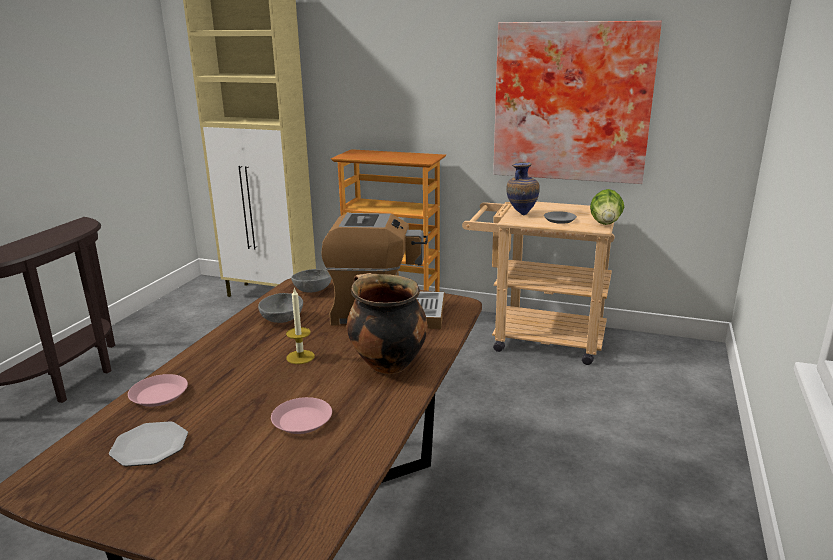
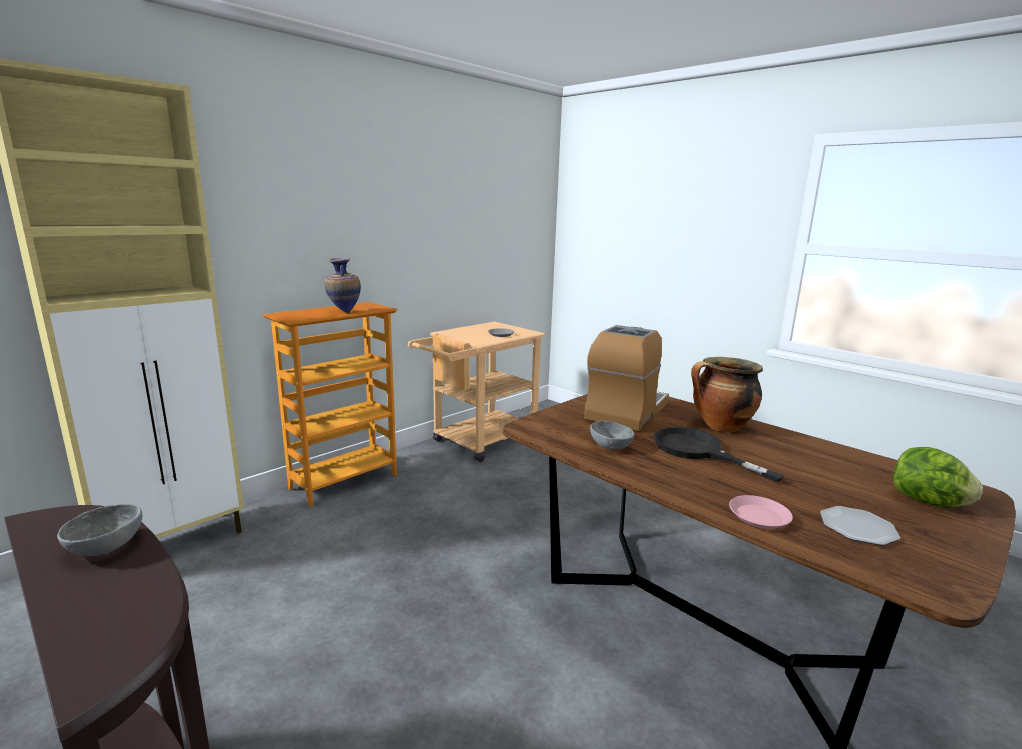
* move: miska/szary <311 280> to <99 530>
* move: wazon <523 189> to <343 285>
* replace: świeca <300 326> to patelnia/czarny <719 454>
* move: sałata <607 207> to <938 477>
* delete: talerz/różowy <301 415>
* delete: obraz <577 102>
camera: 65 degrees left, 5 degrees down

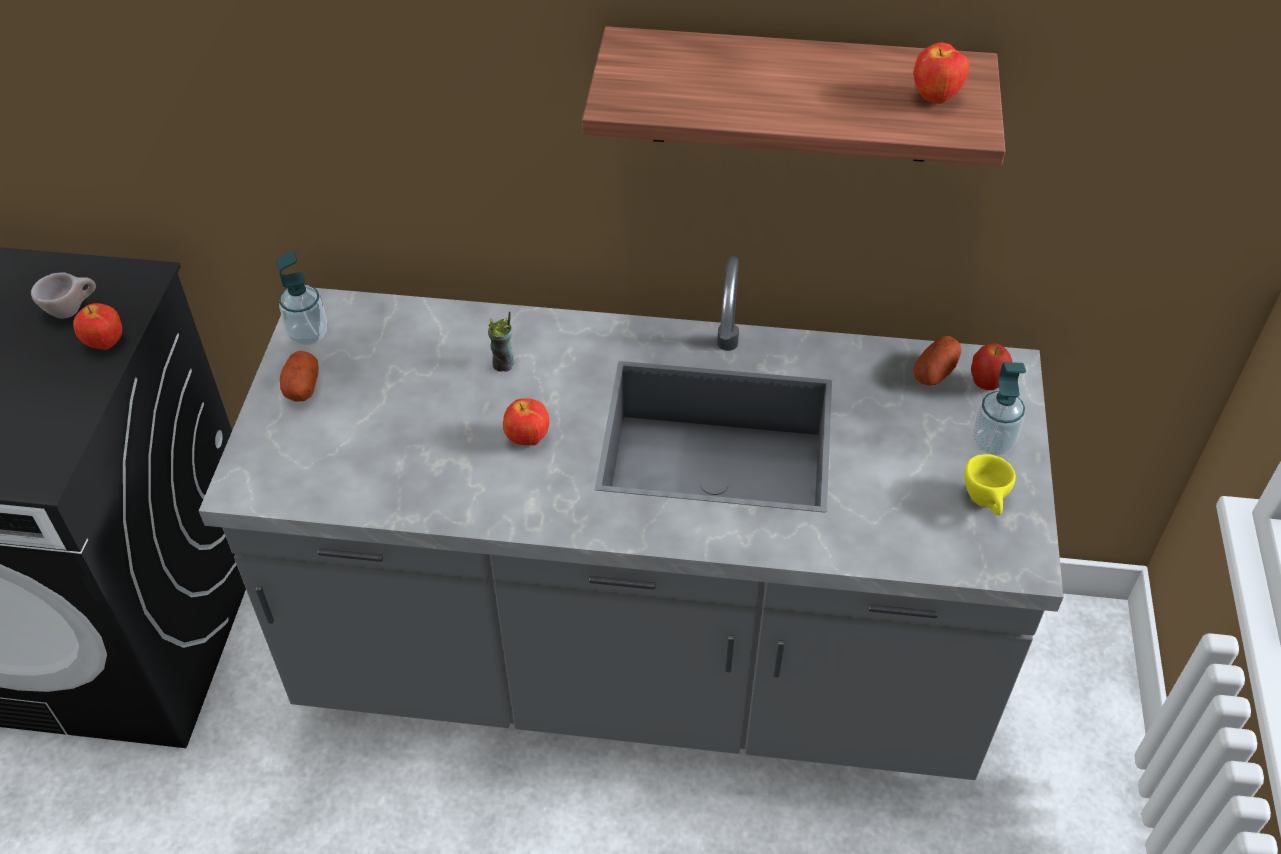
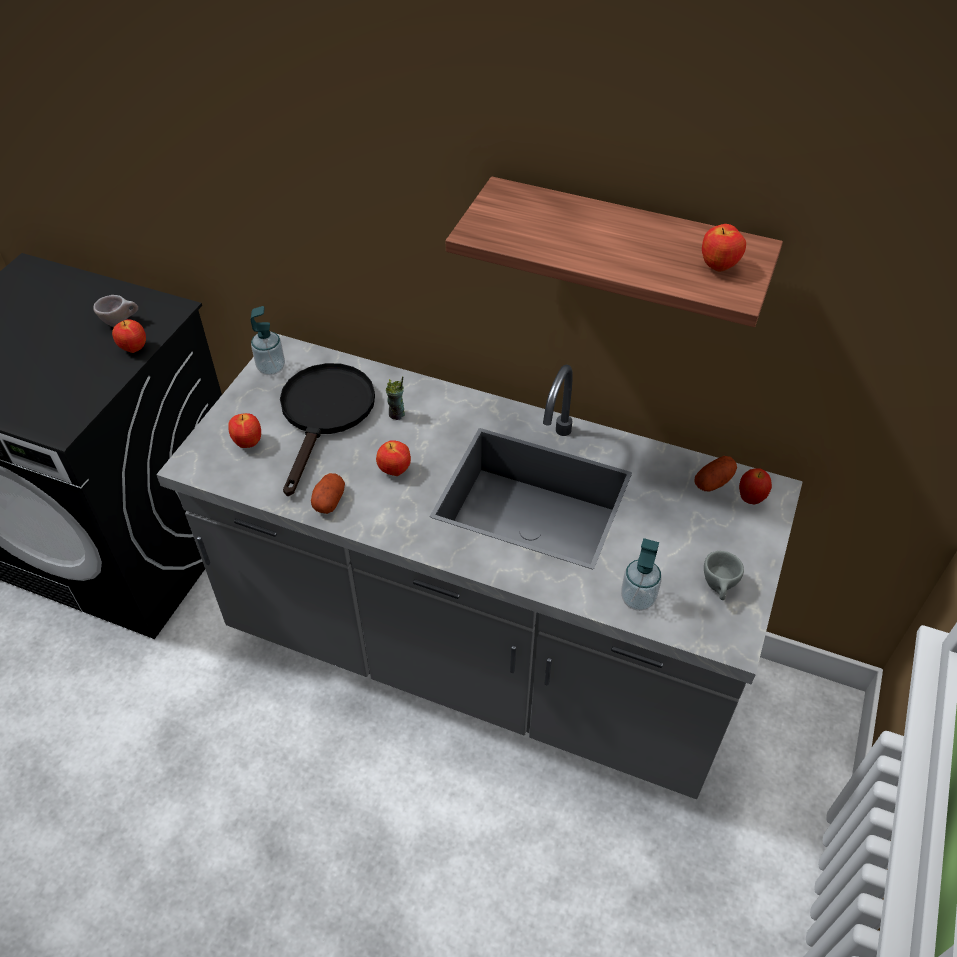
* insert: jabłko <244 430>
* insert: patelnia/czarny <327 429>
* move: ziemniak <299 376> to <328 493>
* move: dozownik mydła <999 408> to <641 574>
* recolor: filiżanka/żółty <990 484> to filiżanka/szary <724 575>
camera: 15 degrees right, 0 degrees up

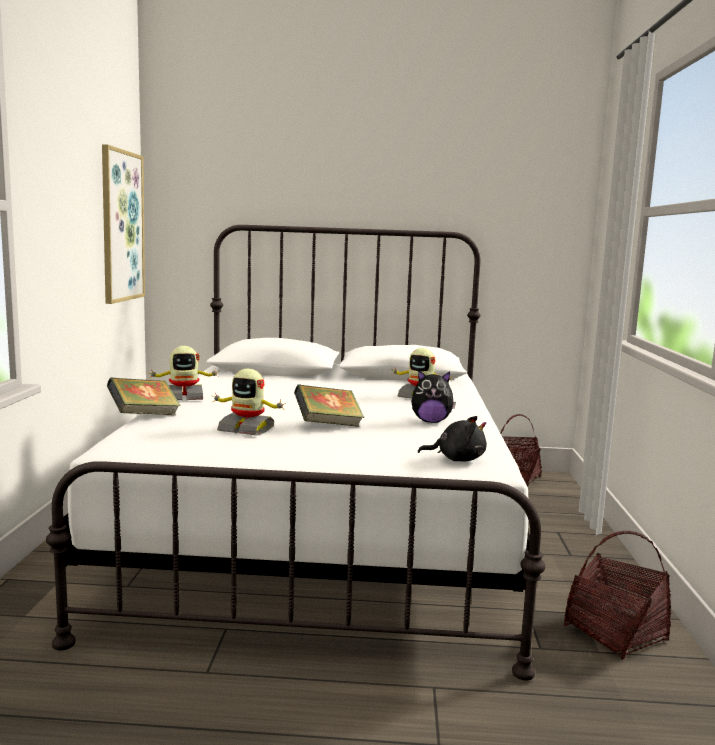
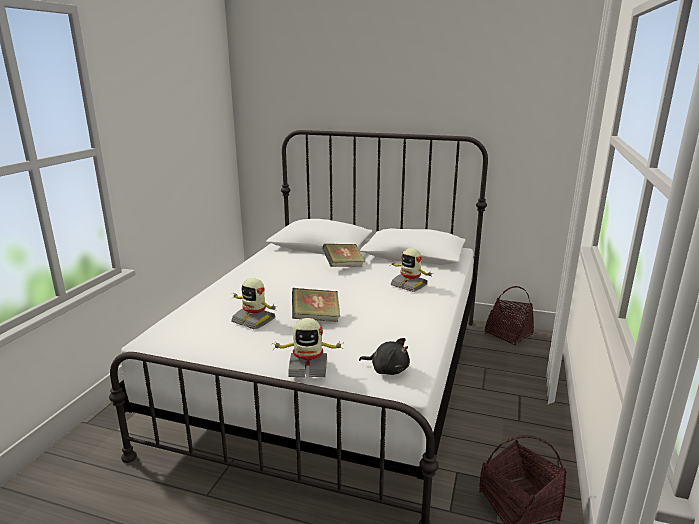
* move: robot zabawkowy <184 373> to <308 347>
* move: książka <144 396> to <343 255>
* delete: obraz <123 224>
* delete: pluszak <433 396>
camera: 15 degrees right, 10 degrees up

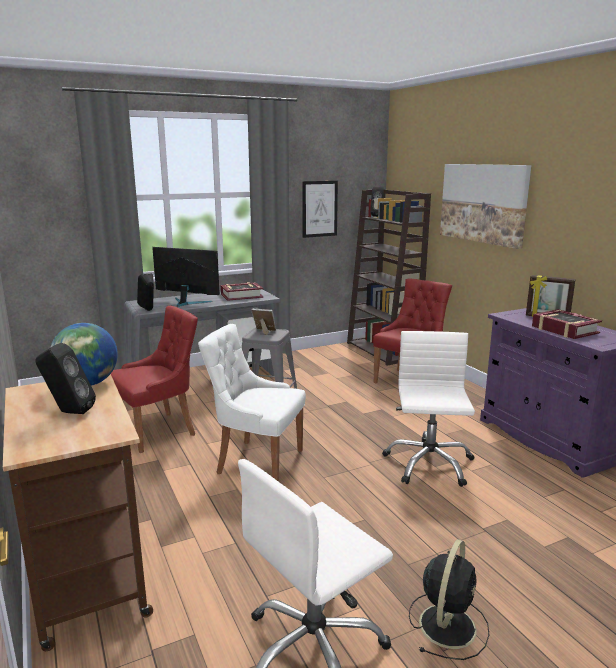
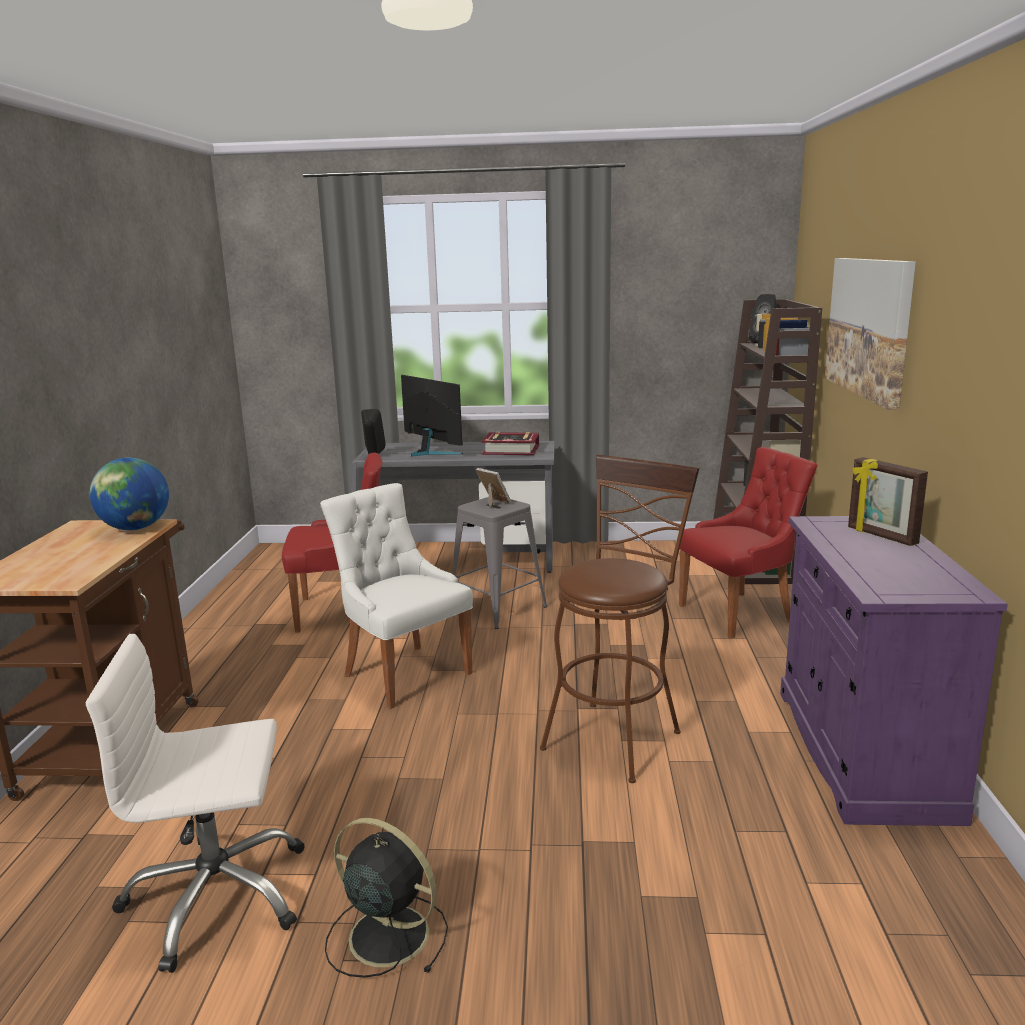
* rotate: wentylator/czarny <449 599> = <386 898> 120 degrees counterclockwise
* replace: krzesło biurowe/biały <428 409> to stołek/brązowy <619 619>
* delete: głośnik/czarny <65 378>
* delete: obraz <320 209>
* delete: książka <567 324>
camera: 30 degrees right, 0 degrees up

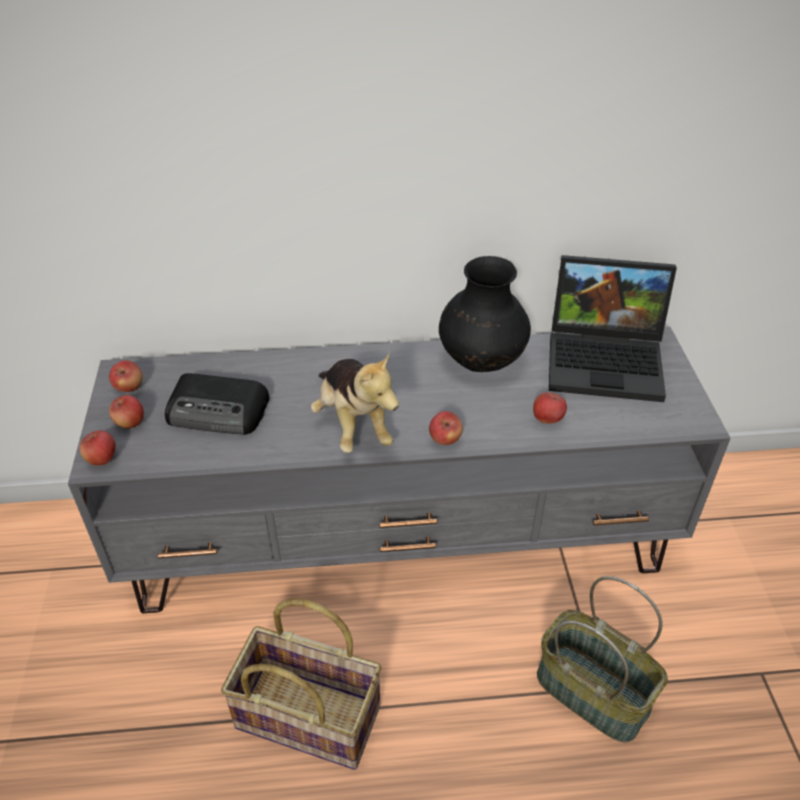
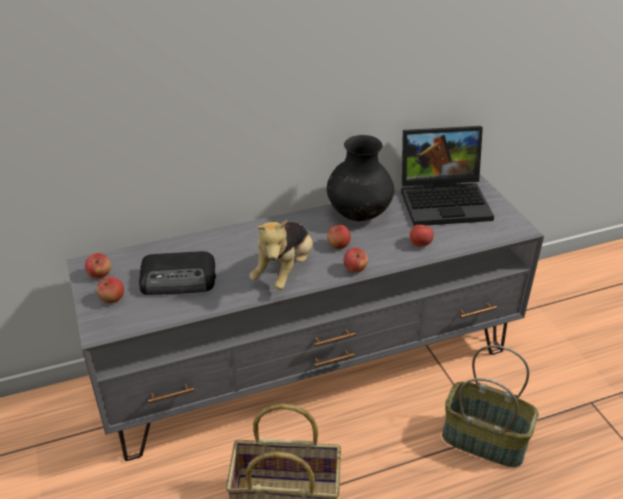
* rotate: pluszak <355 402> = <281 255> 60 degrees clockwise
* move: jabłko <98 447> to <339 237>
camera: 15 degrees left, 5 degrees down

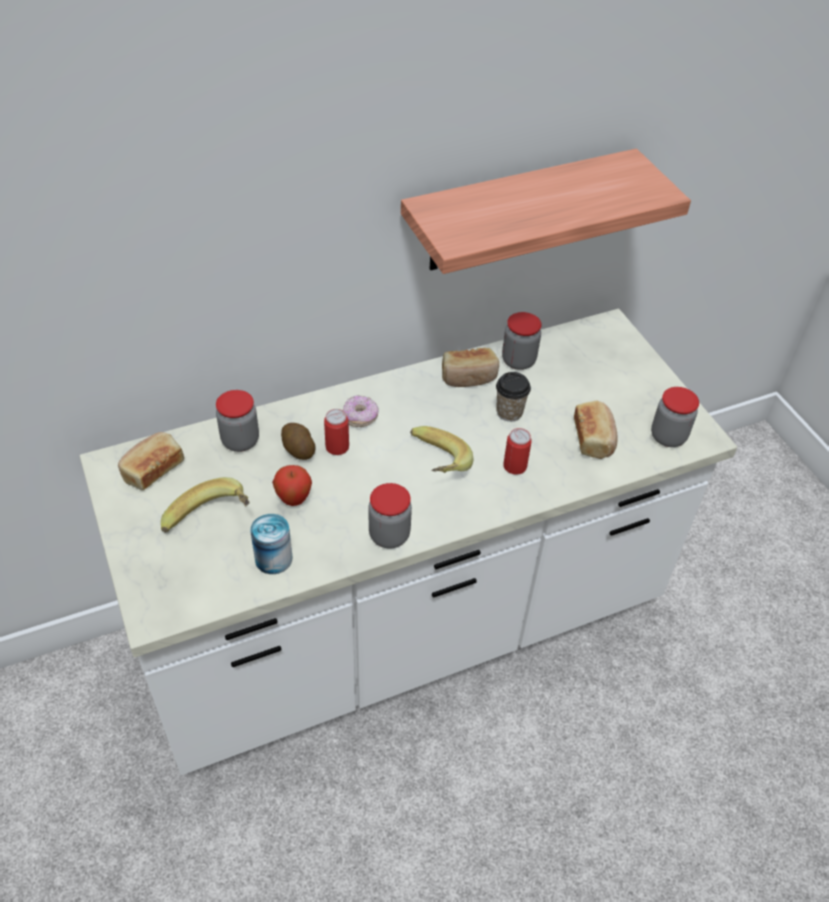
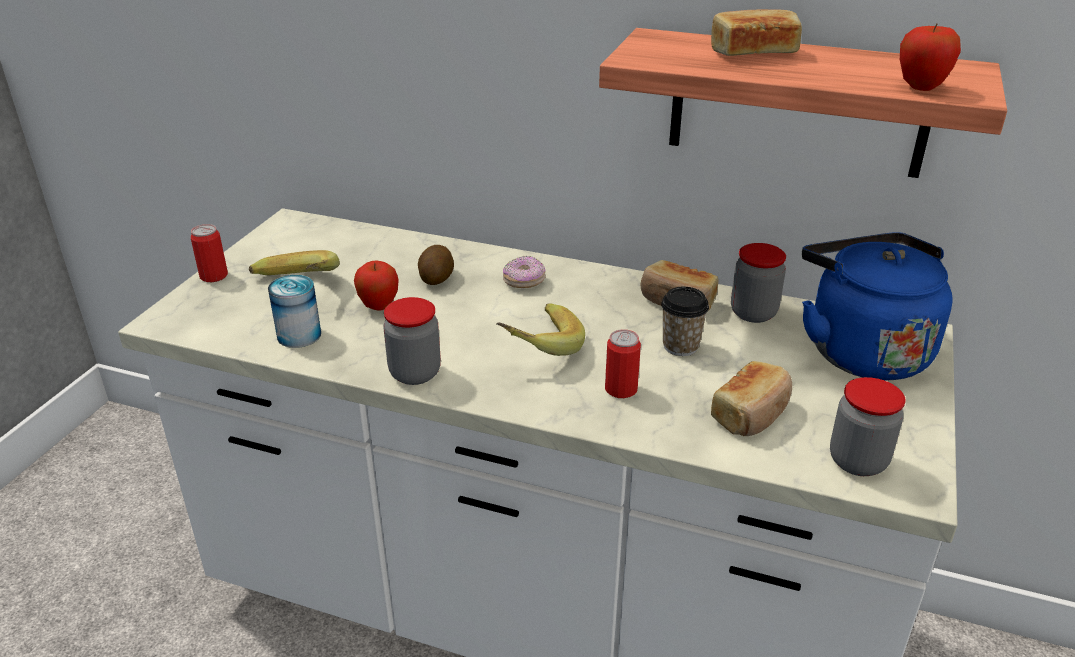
* move: puszka <336 432> to <209 253>
* move: chleb <151 461> to <756 32>
* insert: czajnik/niebieski <877 306>
* insert: jabłko <930 57>
* delete: słoik <237 421>
camera: 45 degrees right, 15 degrees down

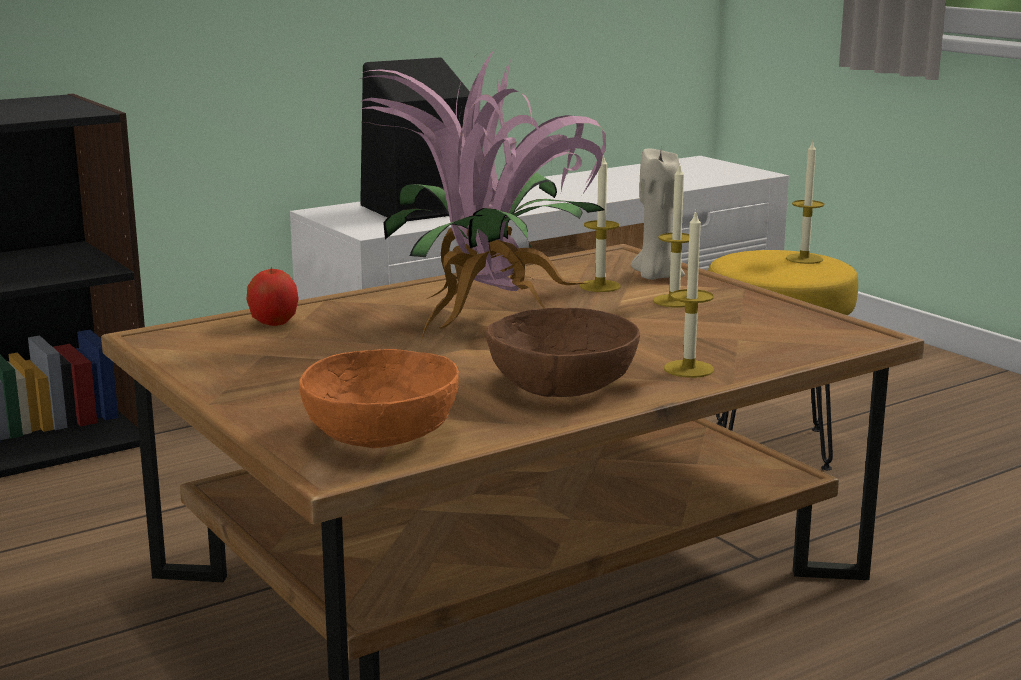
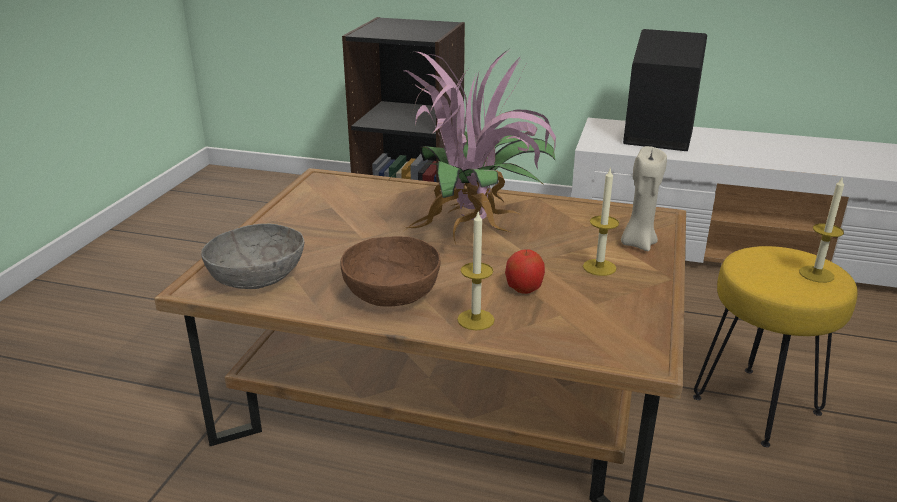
* recolor: miska/pomarańczowy <379 398> to miska/szary <252 256>
* move: jabłko <273 296> to <525 271>
* delete: świeca <600 223>
camera: 50 degrees right, 10 degrees up

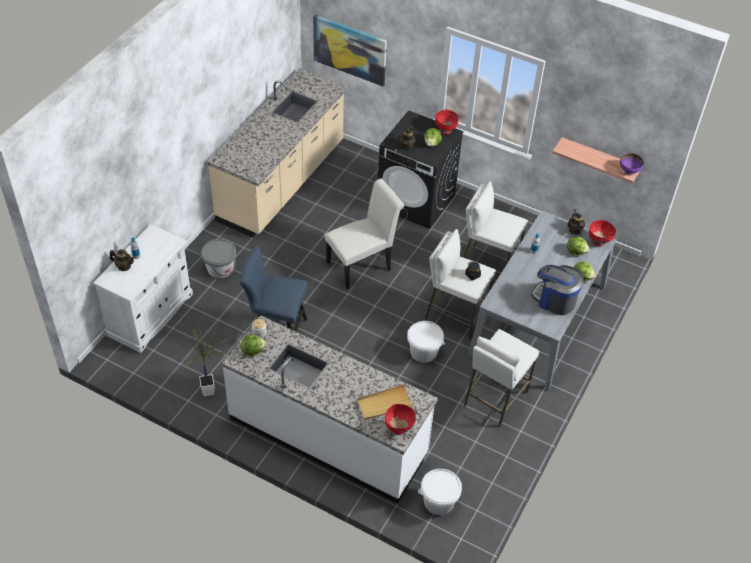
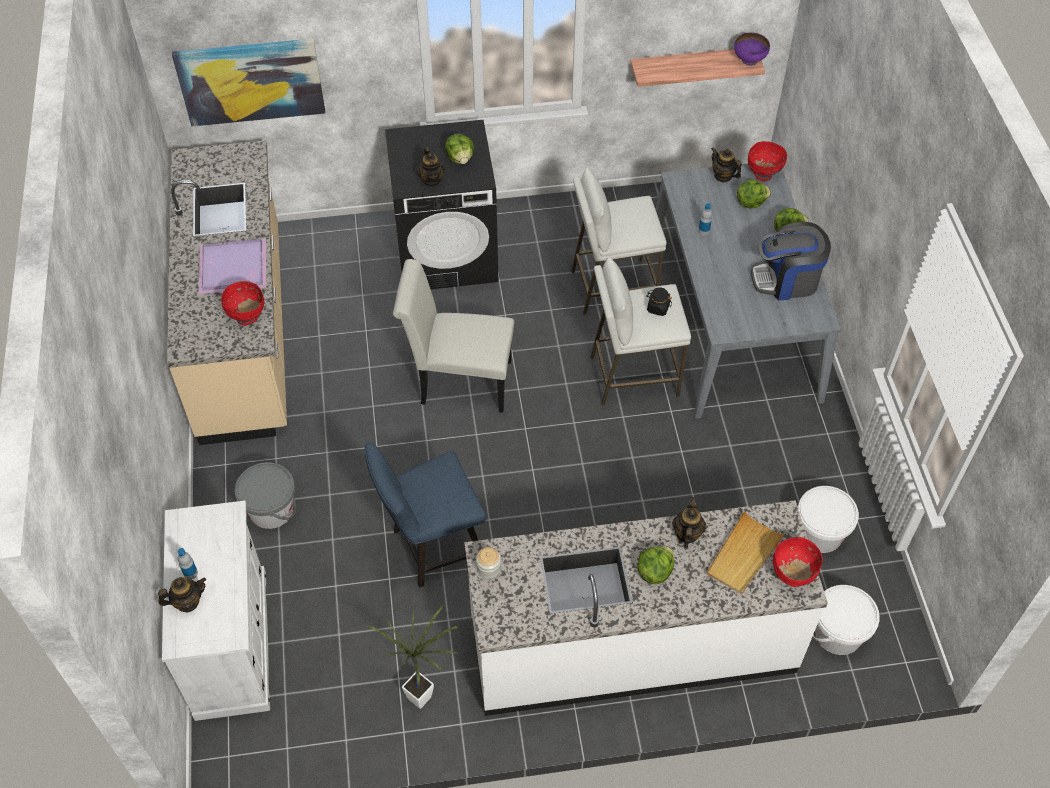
* insert: taca/fioletowy <233 266>
* move: miska/czerwony <447 122> to <243 303>
* rotate: krzesło/biały <365 234> = <453 336> 105 degrees counterclockwise
* move: sałata <254 345> to <655 565>
* insert: imbryk <689 522>
* move: wiadro/biały <426 342> to <828 519>
* delete: stołek/biały <501 378>
camera: 35 degrees left, 5 degrees up

